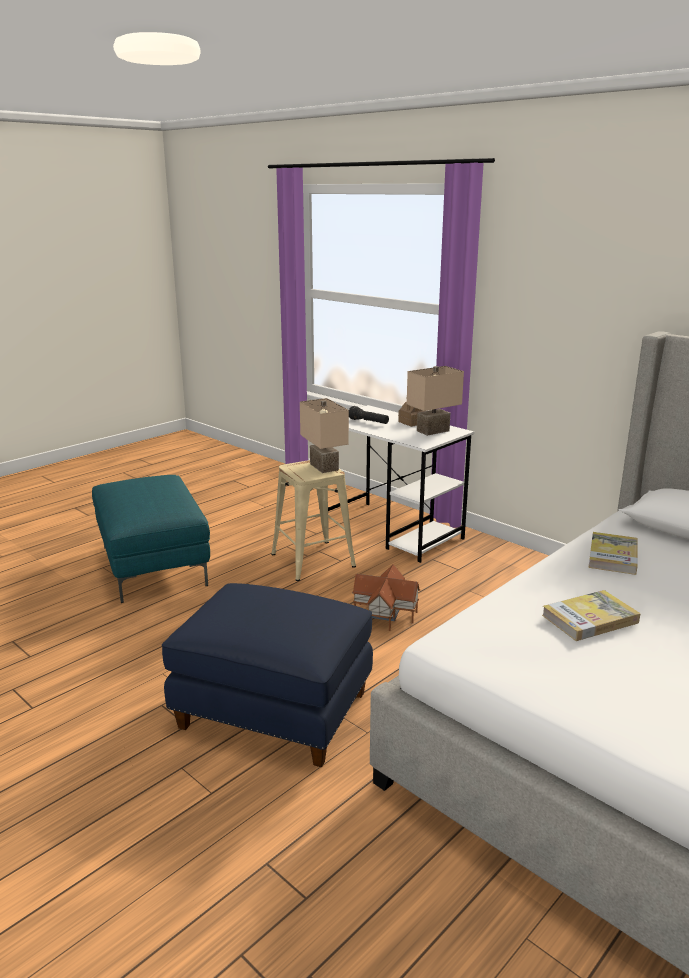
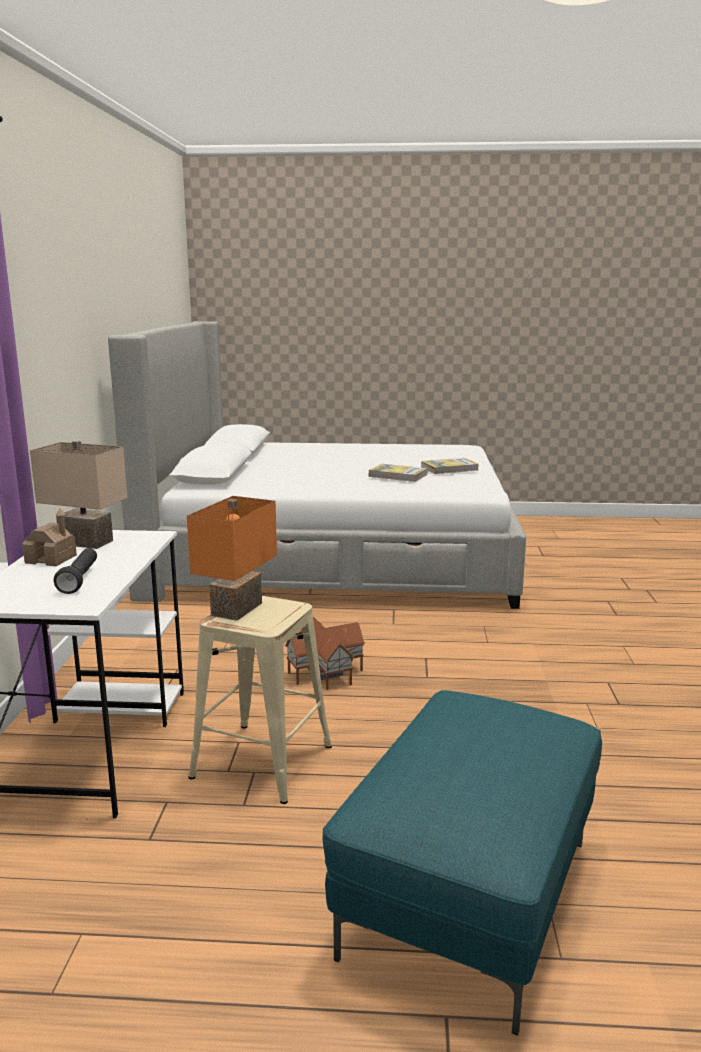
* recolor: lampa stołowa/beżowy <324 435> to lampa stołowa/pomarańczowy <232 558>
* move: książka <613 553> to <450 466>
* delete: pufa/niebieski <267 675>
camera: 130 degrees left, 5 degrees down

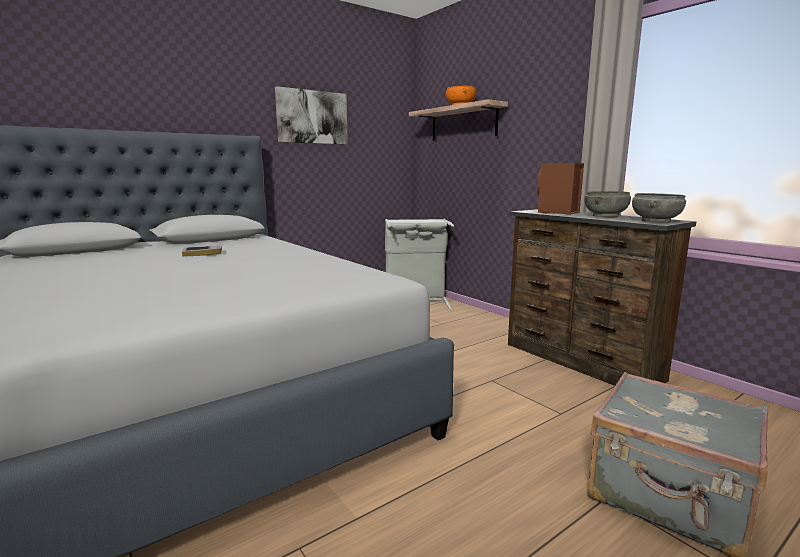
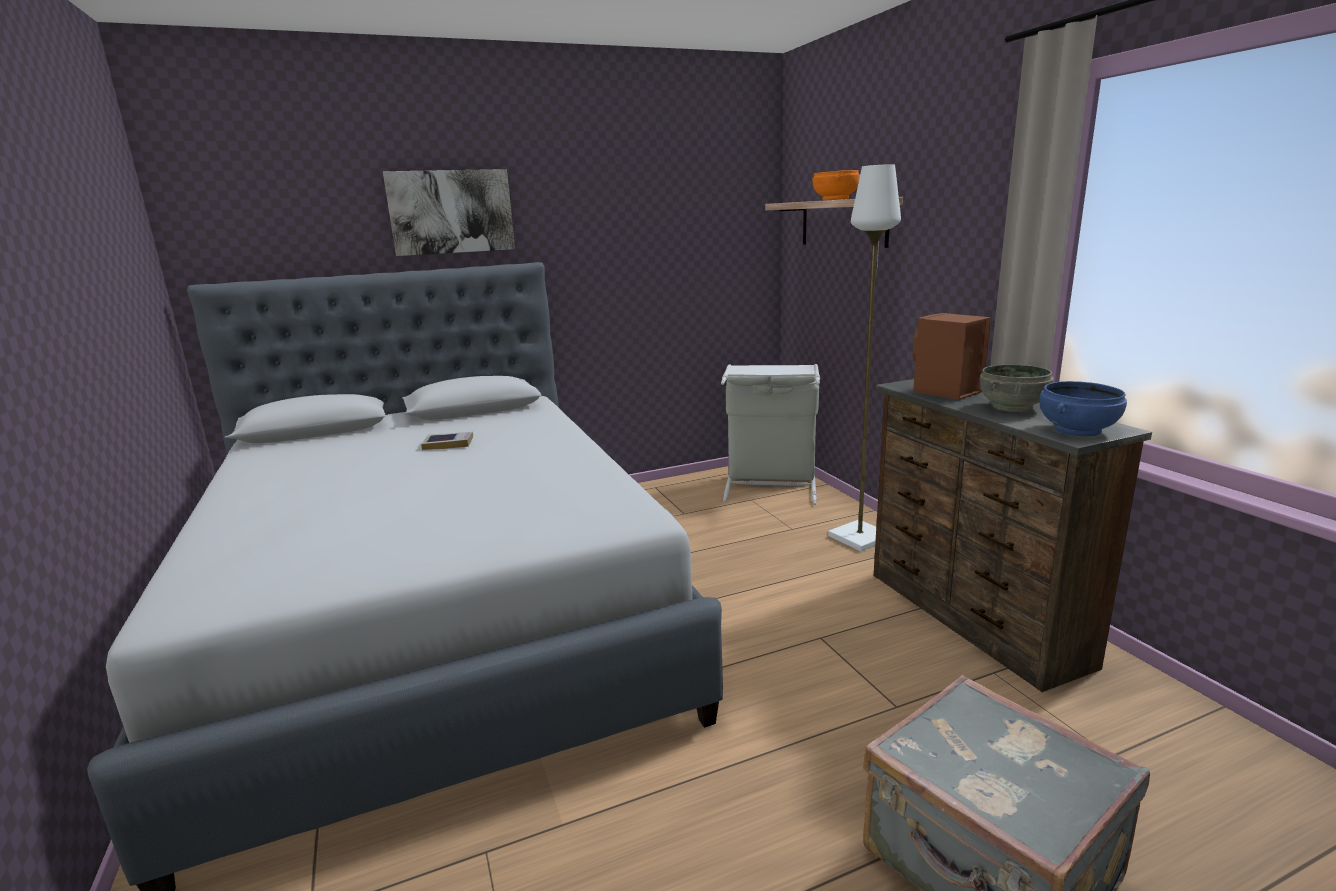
* move: obraz <311 115> to <449 212>
* insert: lampa stojąca/biały <864 358>
* recolor: miska/szary <659 208> to miska/niebieski <1083 408>
camera: 15 degrees right, 5 degrees up

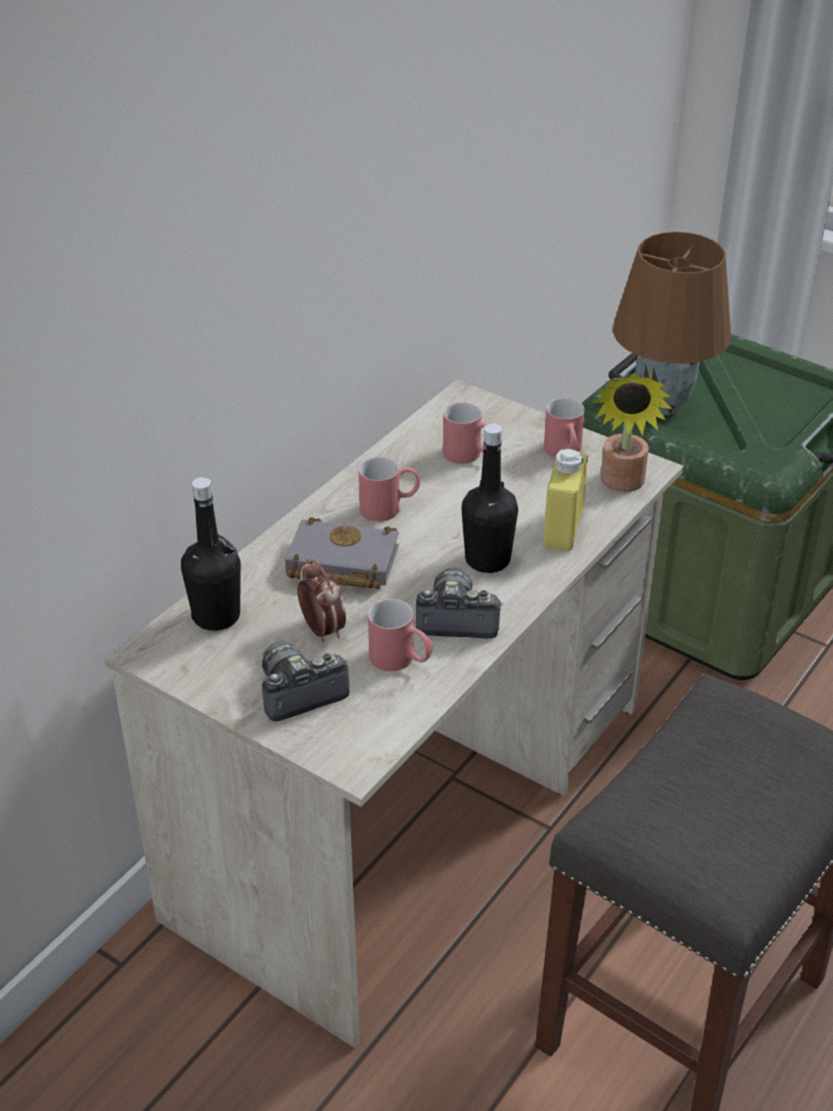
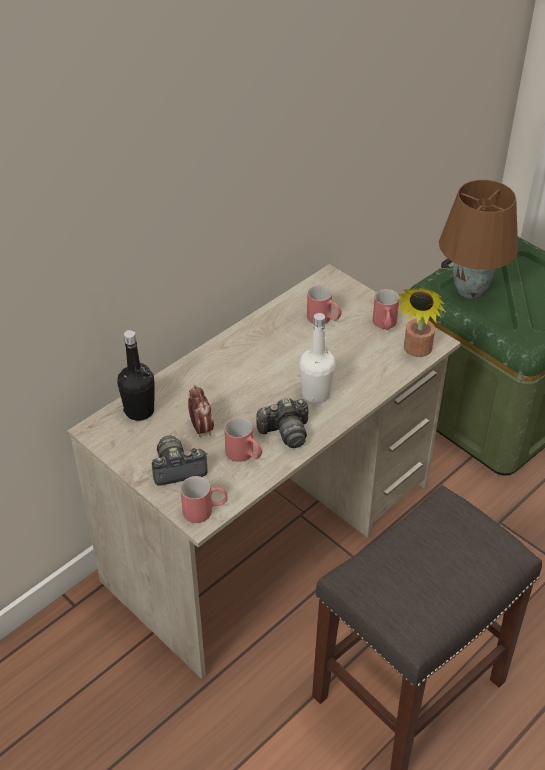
* move: kubek/czerwony <389 489> to <204 499>
* rotate: aparat fotograficzny <459 602> = <282 423> 150 degrees clockwise
* recolor: butelka/czarny <489 498> to butelka/biały <317 358>
* delete: książka/szary <342 553>
* delete: butelka/żółty <565 500>
camera: 10 degrees right, 5 degrees up

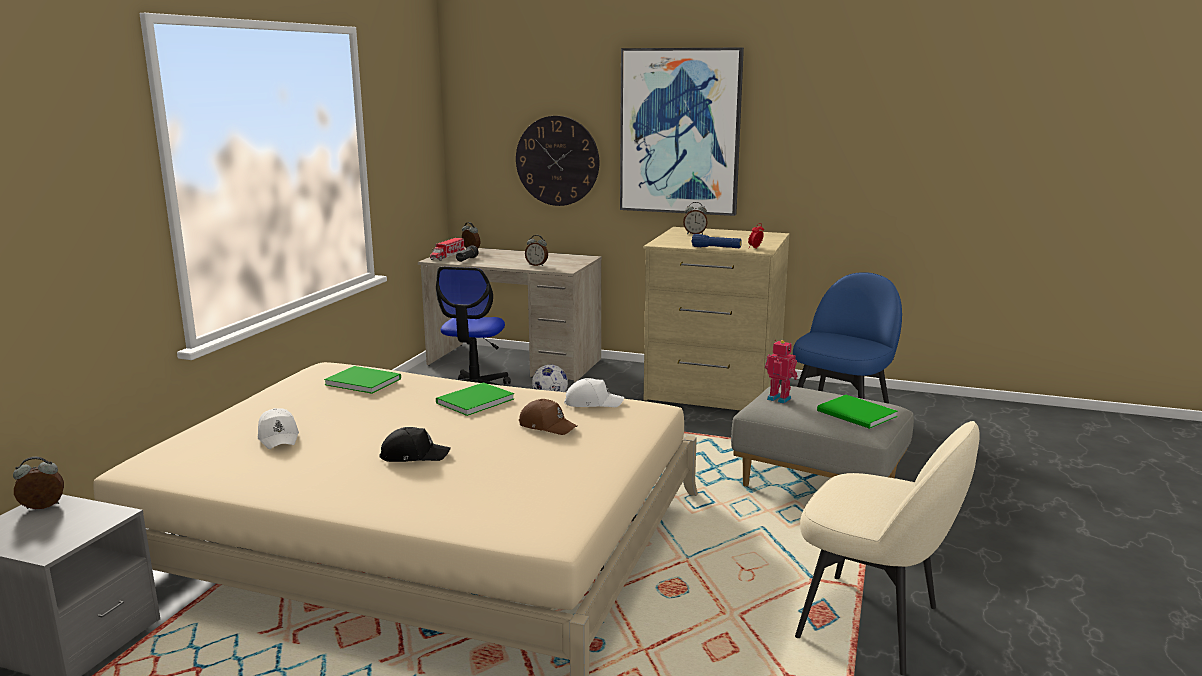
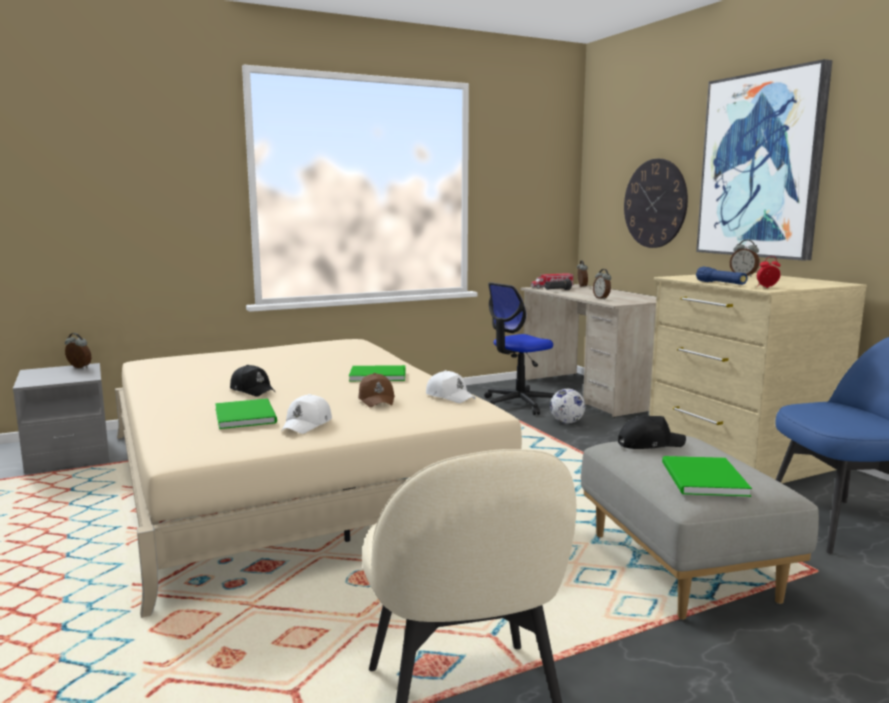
* move: książka/zielony <362 380> to <246 414>
* move: czapka z daszkiem/biały <278 428> to <306 414>
* replace: robot zabawkowy <781 372> to czapka z daszkiem/czarny <652 432>
camera: 45 degrees right, 5 degrees down

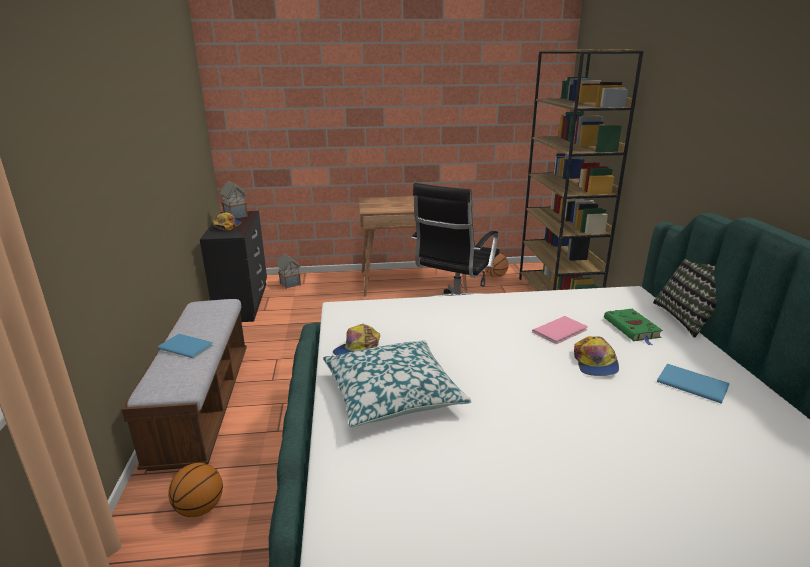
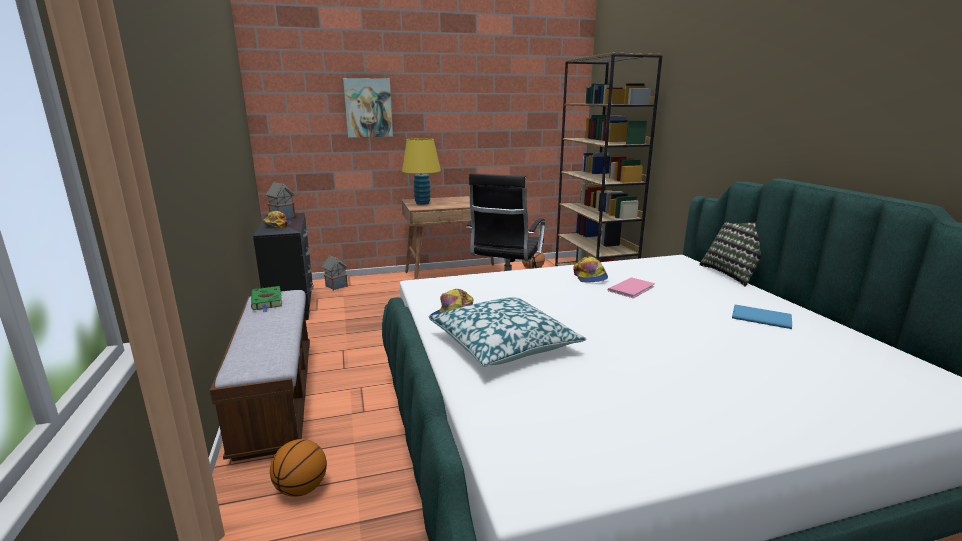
* move: książka/zielony <633 327> to <266 299>
* insert: obraz <368 108>
* insert: lampa stołowa/żółty <421 171>
* move: czapka z daszkiem <596 356> to <590 270>
* delete: książka/niebieski <185 346>
camera: 10 degrees left, 5 degrees down

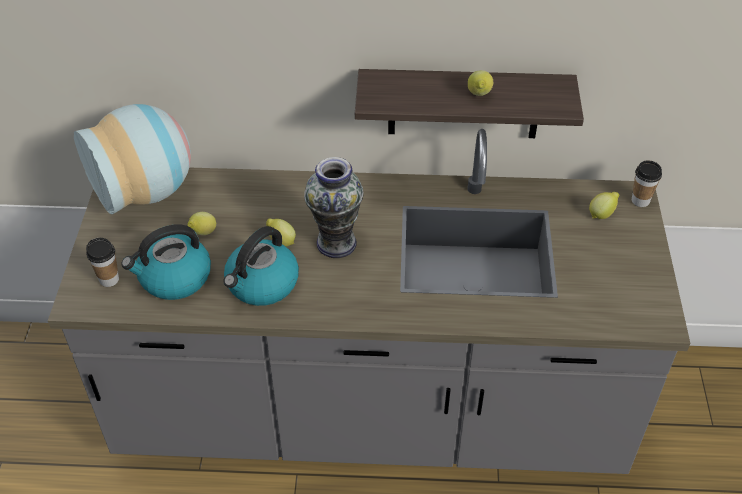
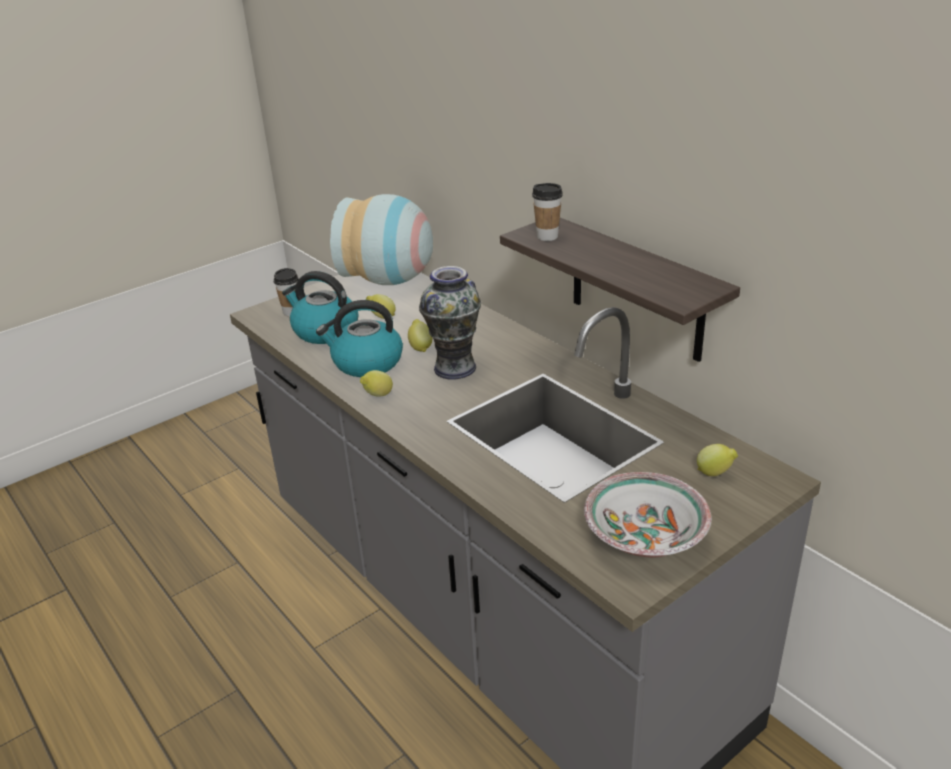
* move: cytryna <480 83> to <376 383>
* move: filiżanka <647 183> to <547 212>
* insert: miska <648 515>
camera: 50 degrees right, 15 degrees down

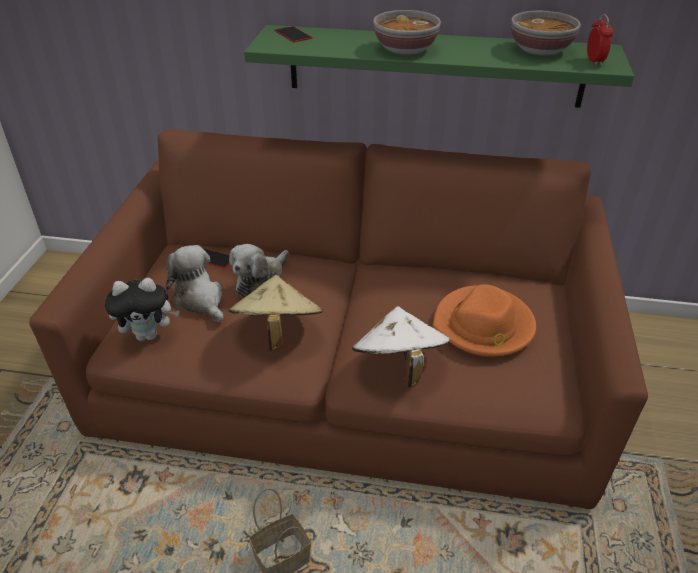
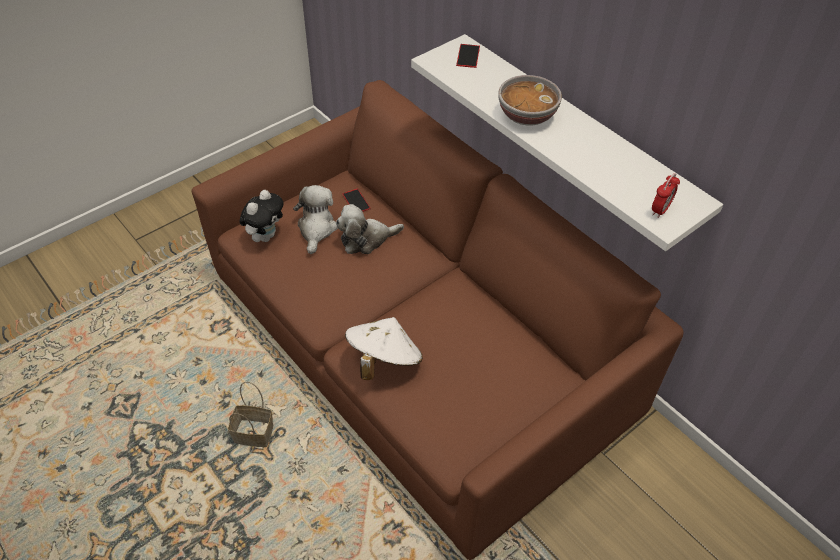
* rotate: pluszak <142 309> = <262 216> 90 degrees counterclockwise
* recolor: półka/zielony <439 66> to półka/biały <567 142>
* delete: kapelusz/beżowy <276 313>
* delete: kapelusz/pomarańczowy <484 320>
* delete: miska <546 33>
camera: 40 degrees right, 10 degrees up

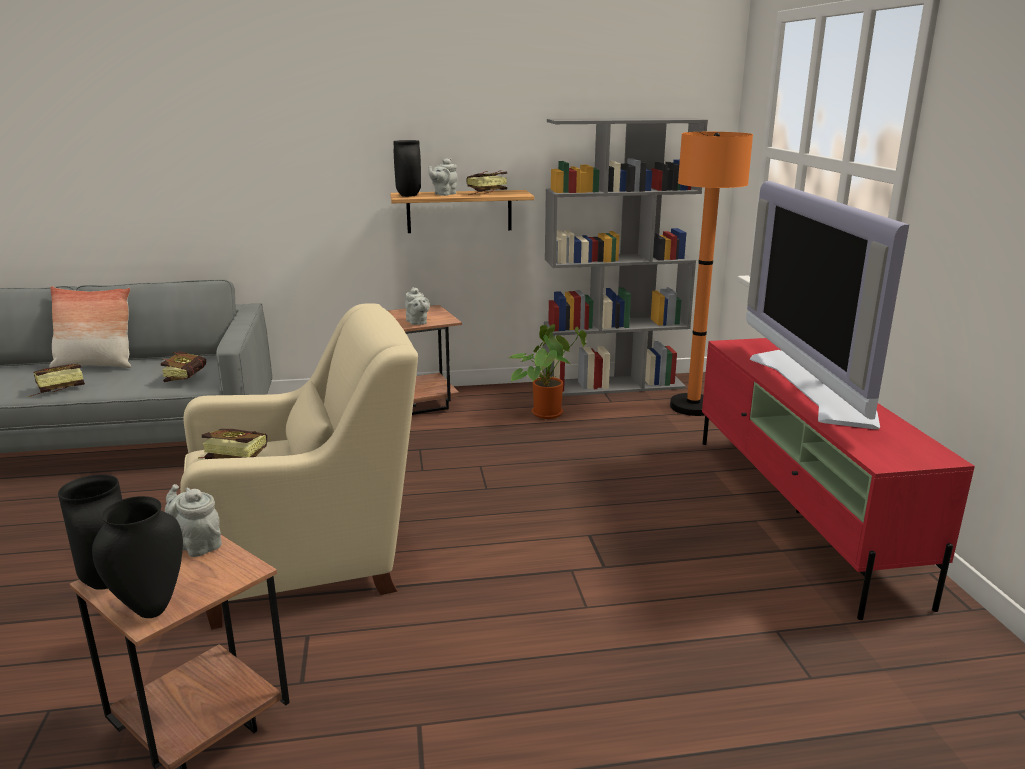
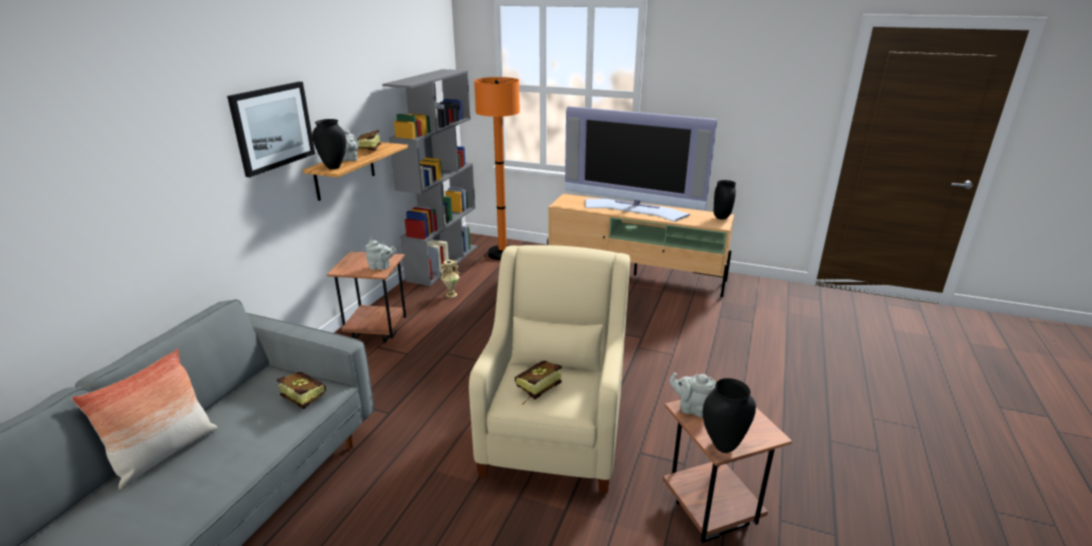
* insert: obraz <271 129>
* replace: roślina doniczkowa <548 371> to wazon/beżowy <449 279>
* recolor: szafka pod telewizor/czerwony <838 479> to szafka pod telewizor/beżowy <640 245>
* rotate: imbryk/szary <193 520> = <692 394> 45 degrees clockwise
* move: wazon/czarny <137 557> to <725 199>
* delete: książka <56 380>
camera: 60 degrees left, 5 degrees up

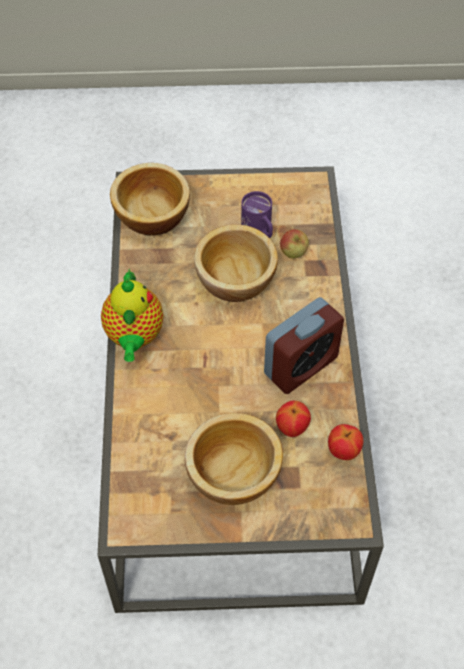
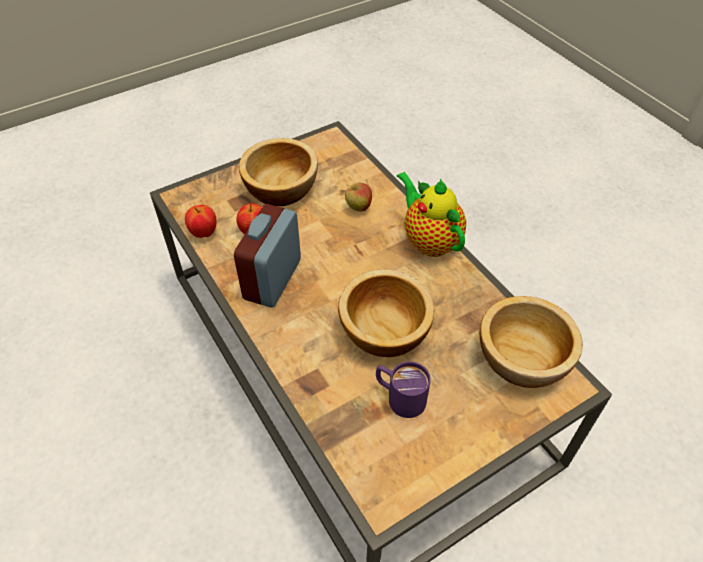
* move: jabłko <294 243> to <358 197>
camera: 150 degrees right, 5 degrees down

